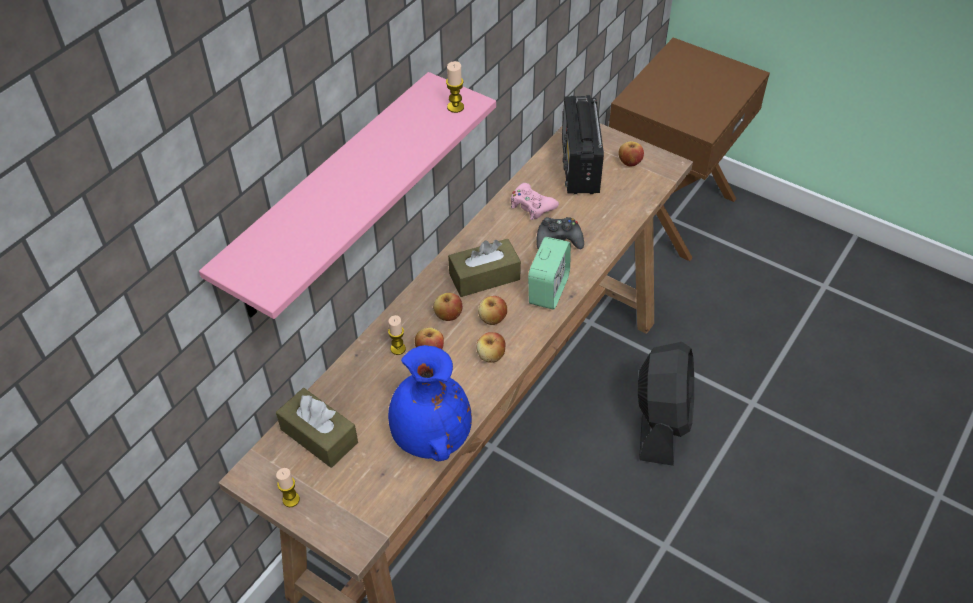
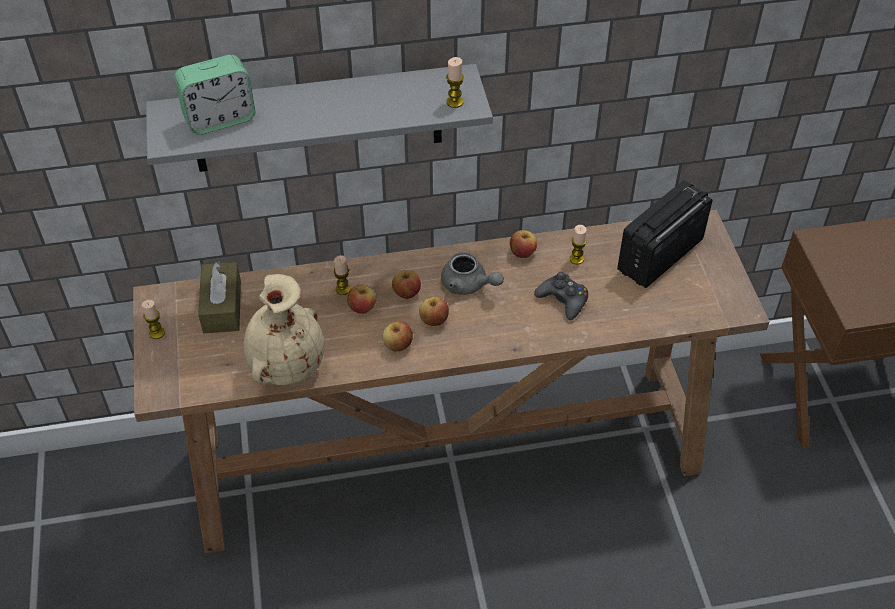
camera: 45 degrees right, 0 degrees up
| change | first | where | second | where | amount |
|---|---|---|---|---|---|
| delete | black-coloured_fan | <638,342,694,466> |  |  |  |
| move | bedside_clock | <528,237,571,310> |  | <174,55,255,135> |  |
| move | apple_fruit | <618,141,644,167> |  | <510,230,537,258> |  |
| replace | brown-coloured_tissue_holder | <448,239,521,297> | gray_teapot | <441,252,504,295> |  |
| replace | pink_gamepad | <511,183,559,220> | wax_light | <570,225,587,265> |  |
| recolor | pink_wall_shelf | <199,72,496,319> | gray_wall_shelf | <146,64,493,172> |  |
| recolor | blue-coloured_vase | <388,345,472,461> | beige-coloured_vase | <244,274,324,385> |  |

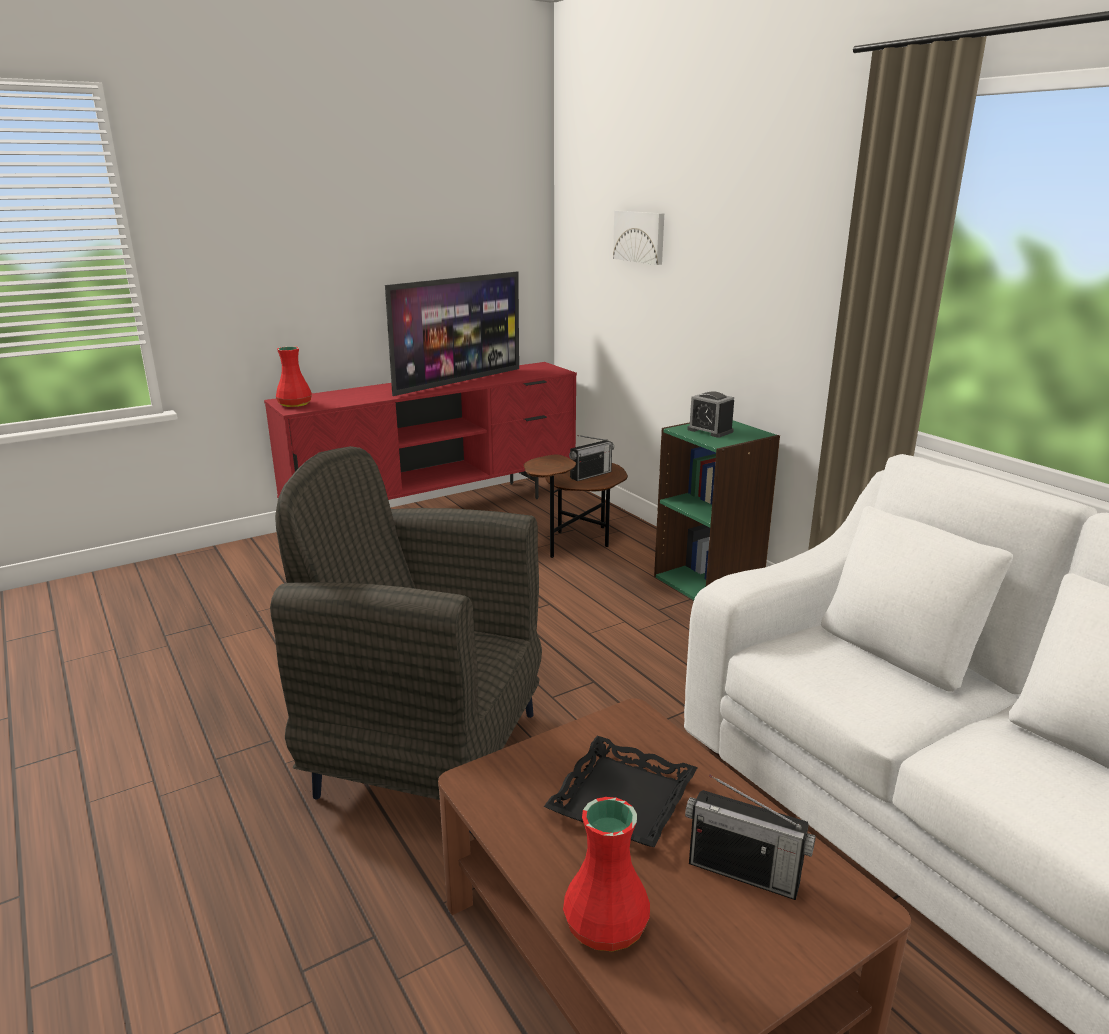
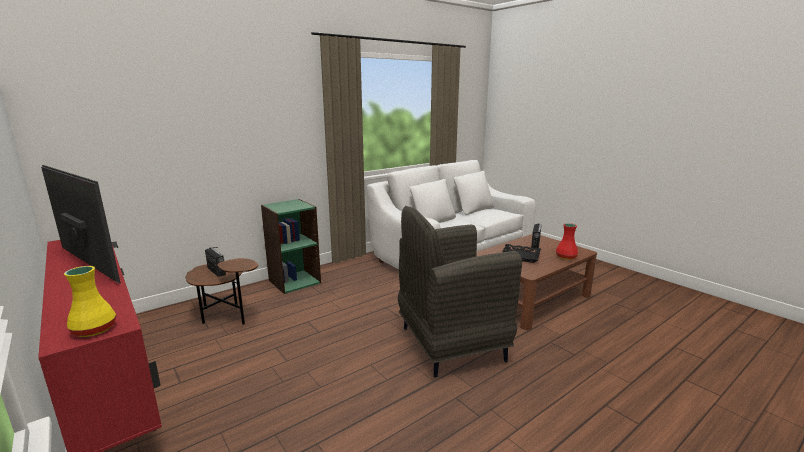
camera: 95 degrees left, 5 degrees down
| change | first | where | second | where | amount |
|---|---|---|---|---|---|
| delete | wall_picture | <613,211,664,265> |  |  |  |
| delete | bedside_clock | <687,392,734,438> |  |  |  |
| recolor | red-coloured_vase | <276,346,312,407> | yellowish_vase | <64,266,116,337> |  |
| rotate | gray_easy_chair | <270,446,542,834> |  | <398,206,522,378> | 60 degrees clockwise |

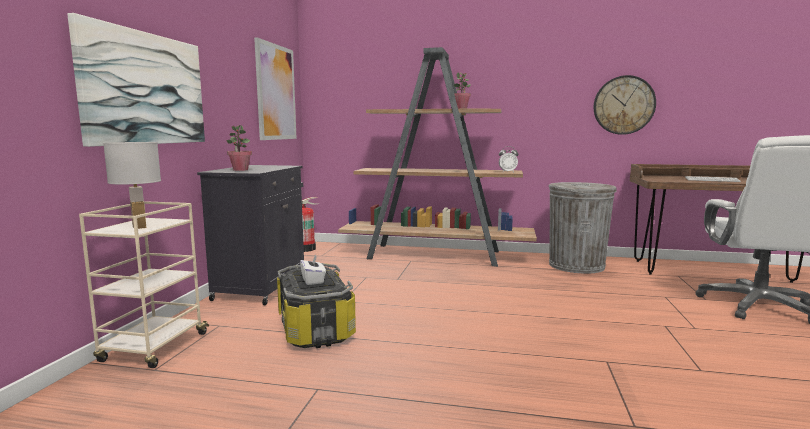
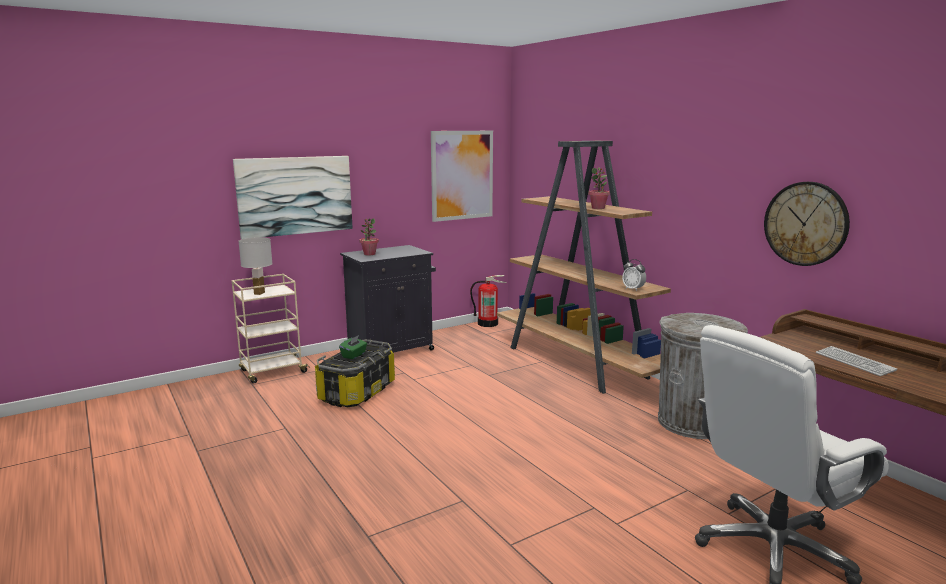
camera: 45 degrees right, 5 degrees up
| change | first | where | second | where | amount |
|---|---|---|---|---|---|
| recolor | whitish_tissue_holder | <300,255,326,285> | green-coloured_tissue_holder | <339,335,367,359> |  |

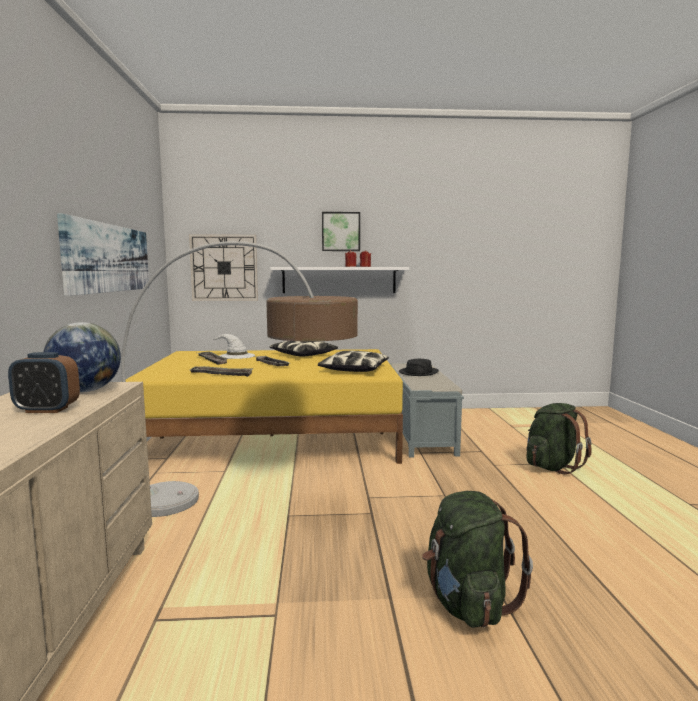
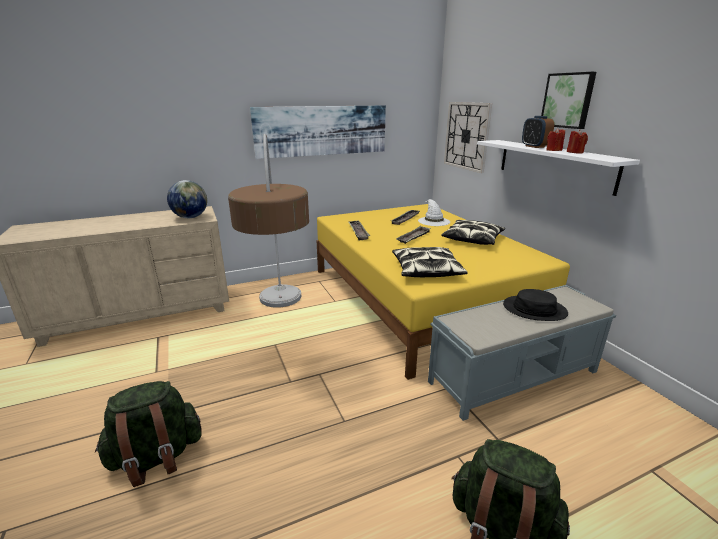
camera: 70 degrees right, 15 degrees up
| change | first | where | second | where | amount |
|---|---|---|---|---|---|
| move | bedside_clock | <8,352,80,413> |  | <522,116,554,148> |  |

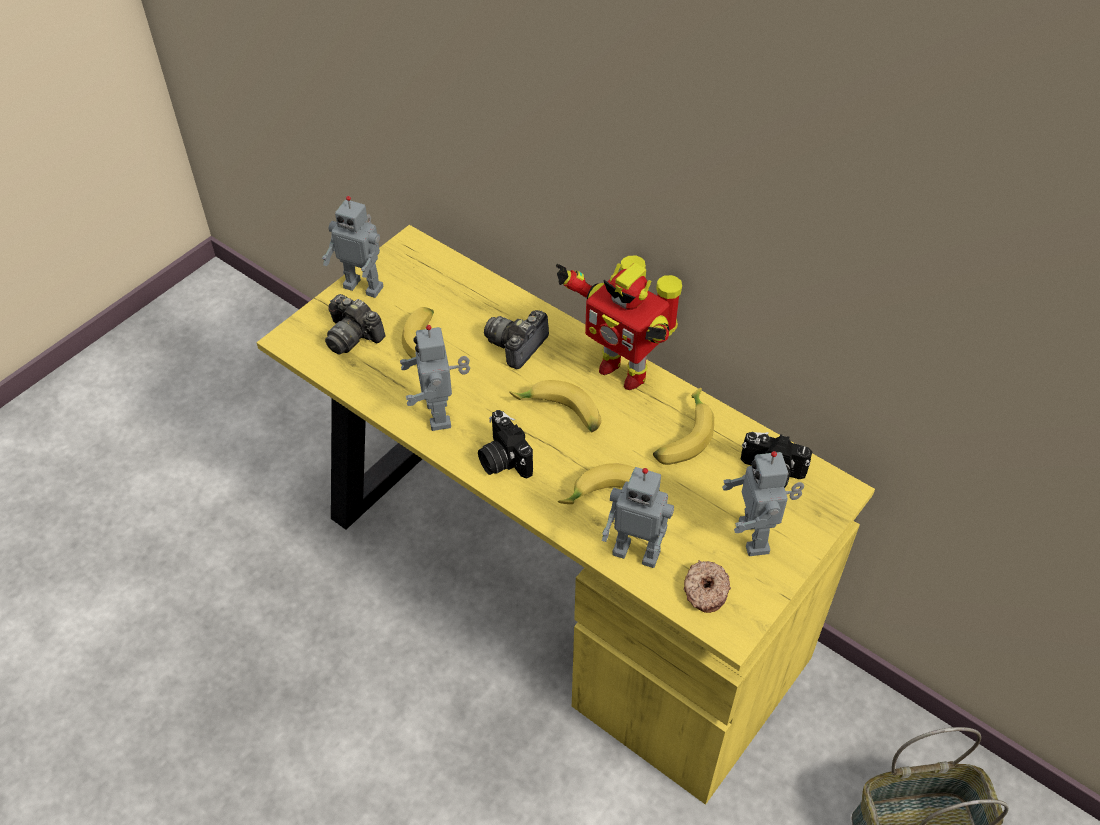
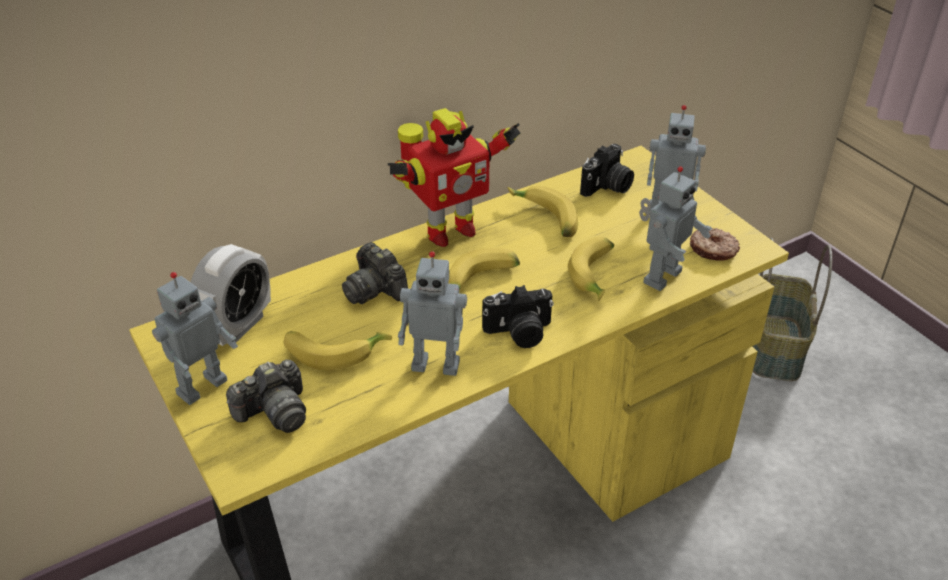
camera: 70 degrees left, 10 degrees down
| change | first | where | second | where | amount |
|---|---|---|---|---|---|
| insert |  |  | bedside_clock | <191,244,271,346> |  |

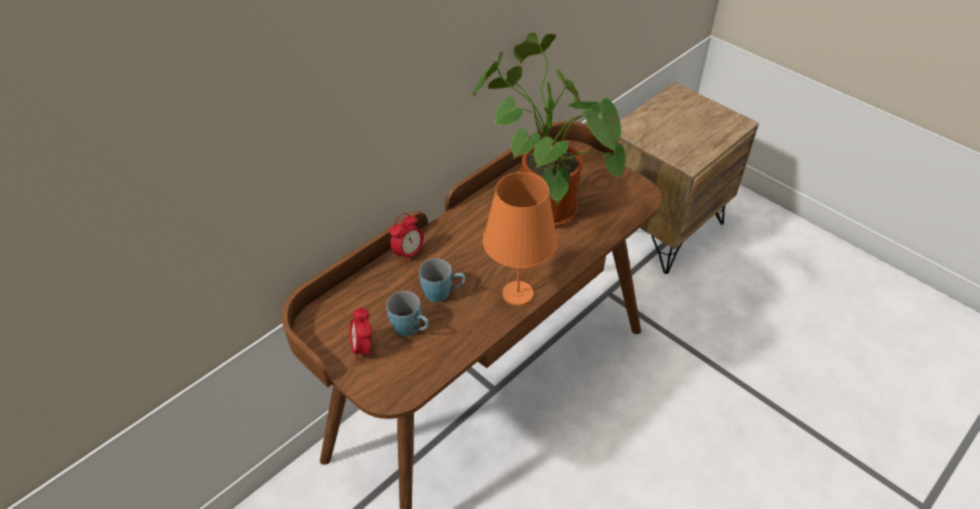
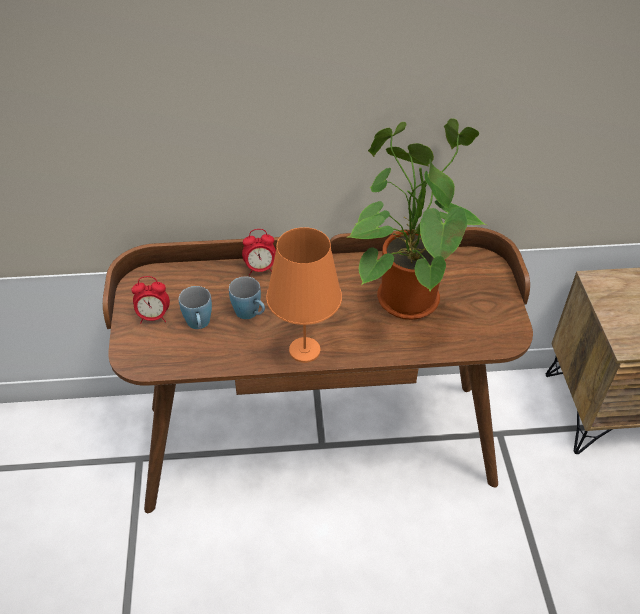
camera: 40 degrees right, 0 degrees up
| change | first | where | second | where | amount |
|---|---|---|---|---|---|
| rotate | bedside_clock | <350,308,373,361> |  | <131,276,170,323> | 120 degrees counterclockwise |

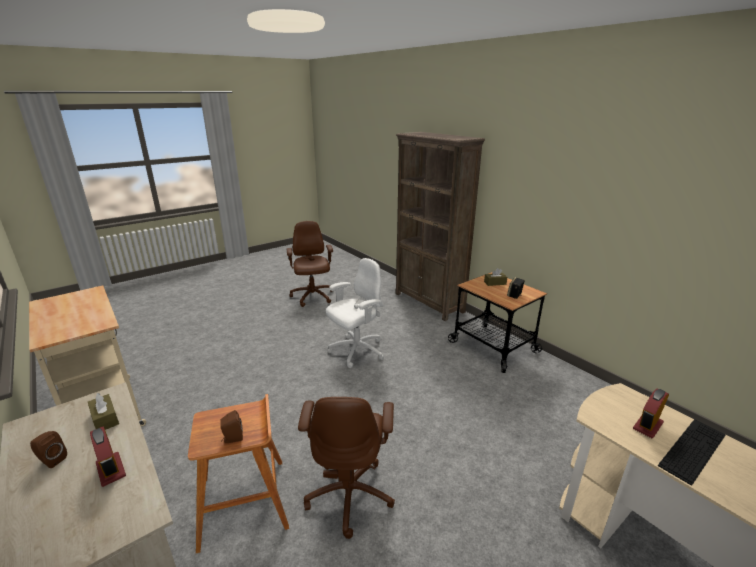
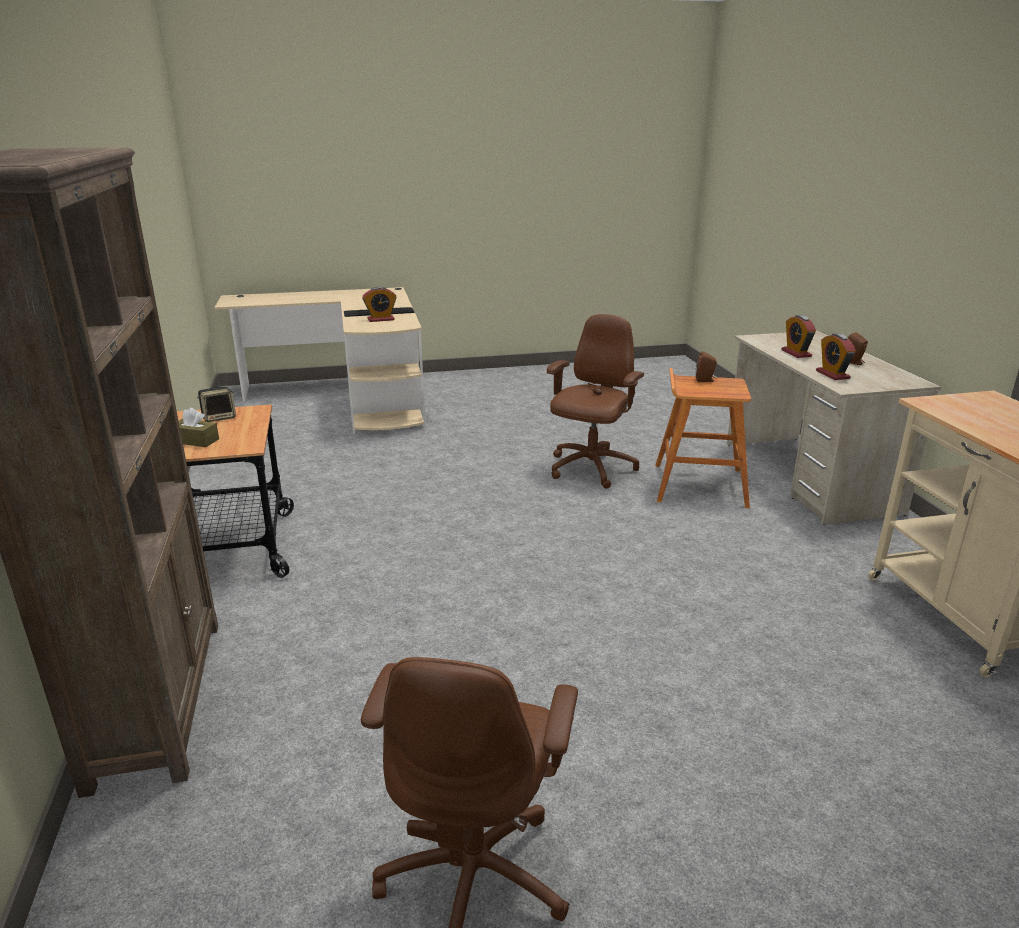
camera: 155 degrees left, 0 degrees up
| change | first | where | second | where | amount |
|---|---|---|---|---|---|
| delete | whitish_office_chair | <326,258,384,368> |  |  |  |
| replace | brown-coloured_tissue_holder | <88,393,119,430> | bedside_clock | <816,333,856,380> |  |

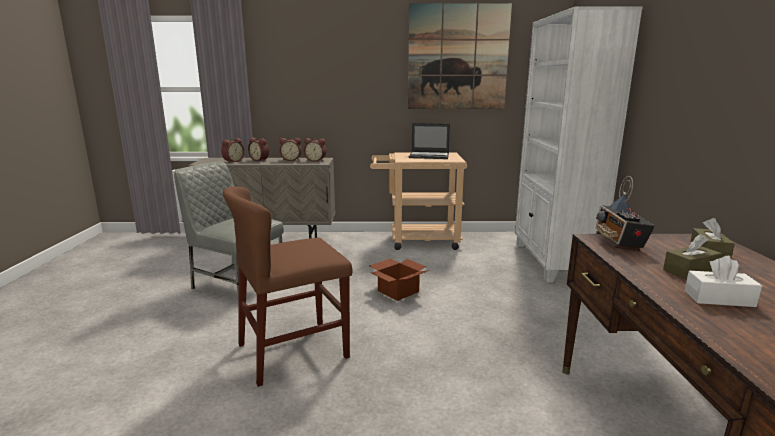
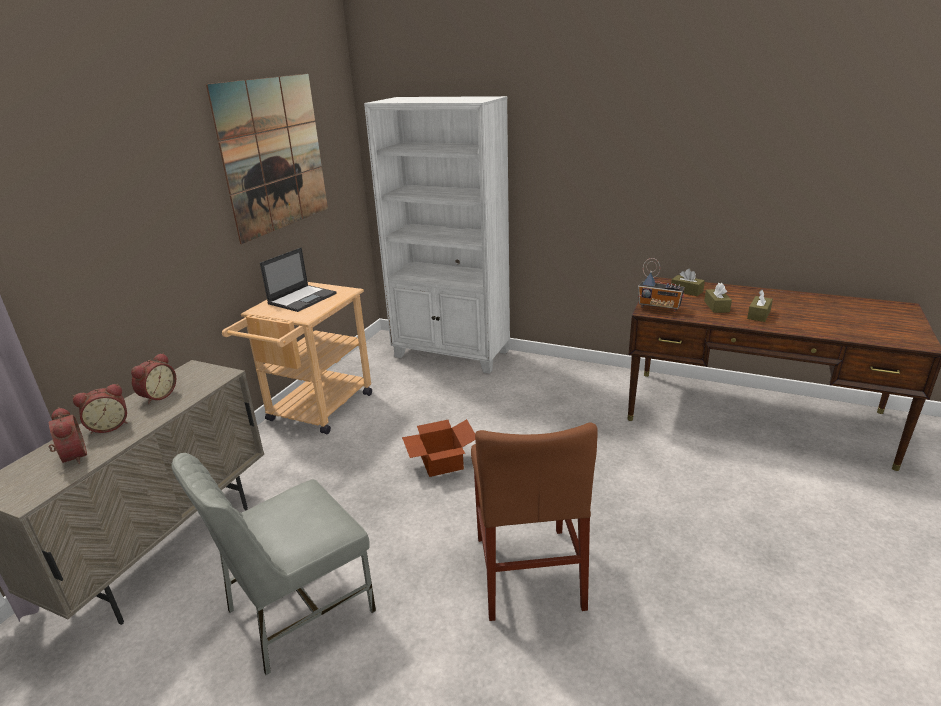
camera: 65 degrees left, 10 degrees up
| change | first | where | second | where | amount |
|---|---|---|---|---|---|
| delete | bedside_clock | <304,138,326,162> |  |  |  |
| recolor | whitish_tissue_holder | <685,256,762,307> | brown-coloured_tissue_holder | <747,290,773,322> |  |

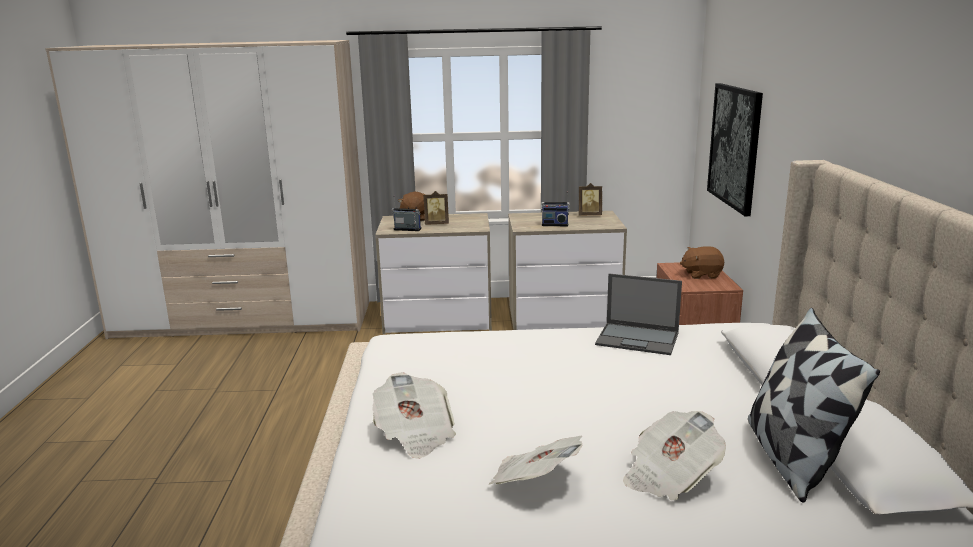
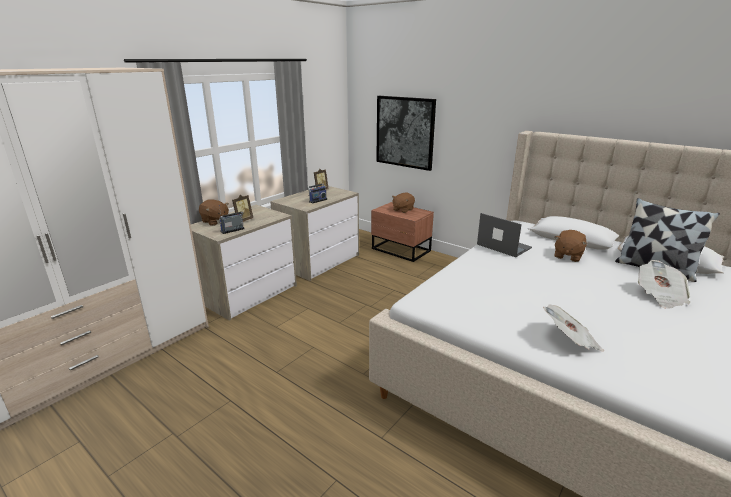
camera: 50 degrees left, 5 degrees up
| change | first | where | second | where | amount |
|---|---|---|---|---|---|
| delete | daily_paper | <488,436,583,485> |  |  |  |
| insert |  |  | brown-coloured_cuddly_toy | <554,230,587,262> |  |
| rotate | laptop | <595,273,682,355> |  | <477,213,532,257> | 105 degrees counterclockwise |

